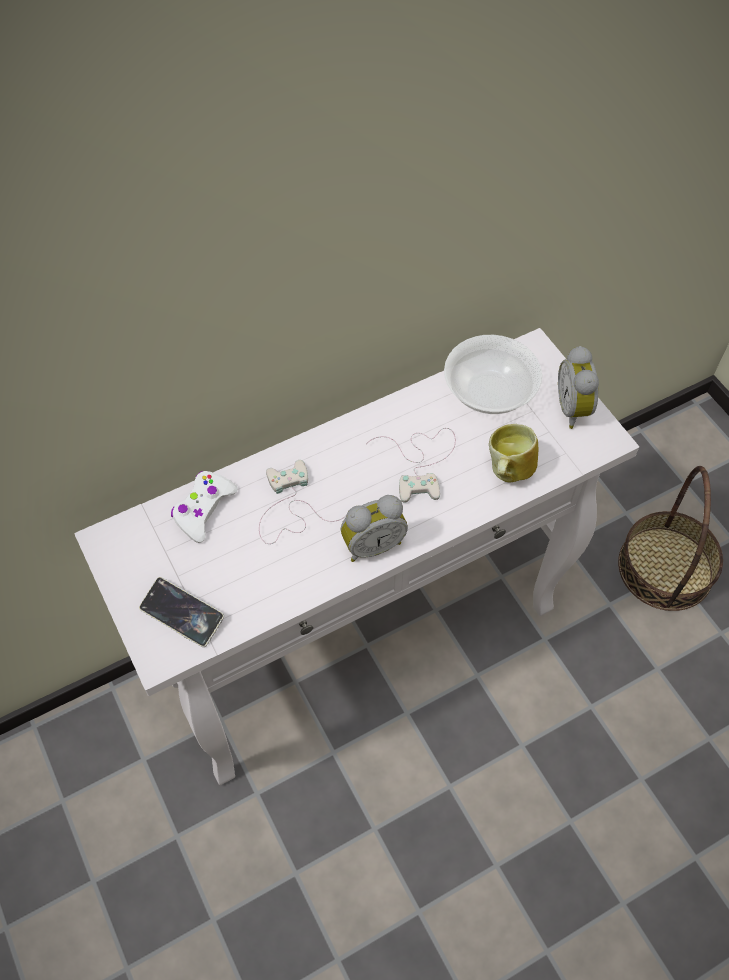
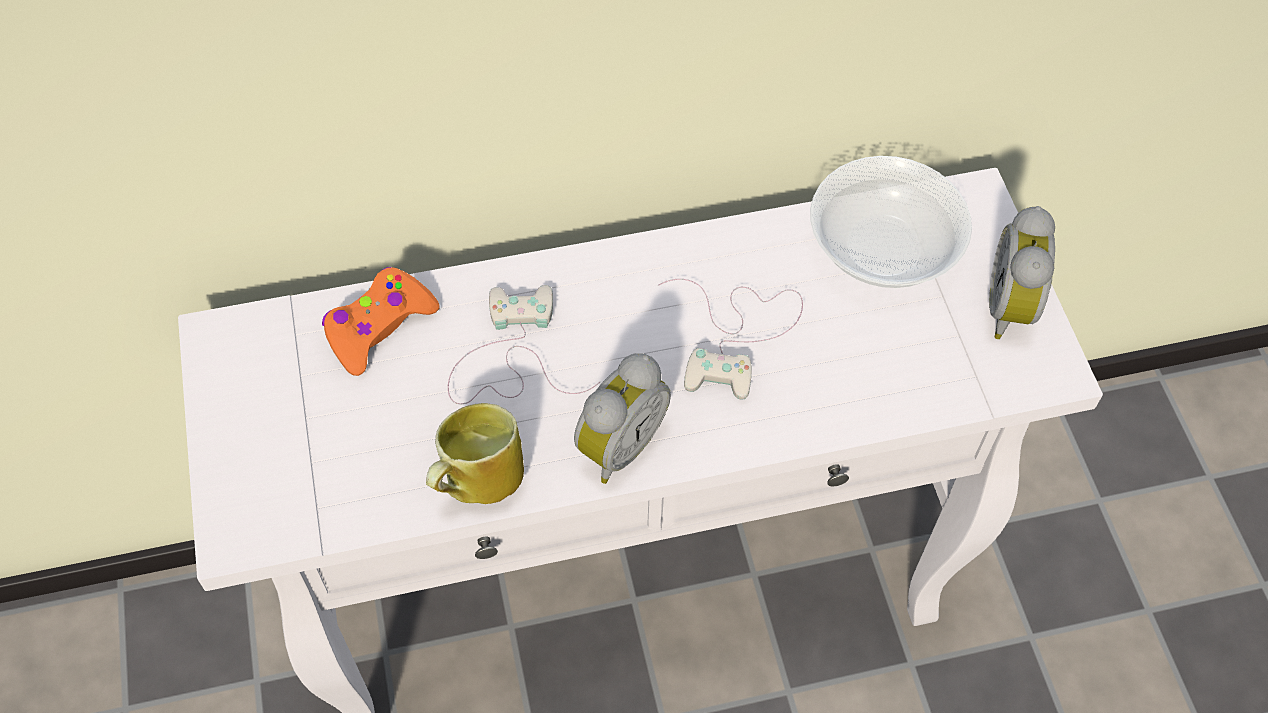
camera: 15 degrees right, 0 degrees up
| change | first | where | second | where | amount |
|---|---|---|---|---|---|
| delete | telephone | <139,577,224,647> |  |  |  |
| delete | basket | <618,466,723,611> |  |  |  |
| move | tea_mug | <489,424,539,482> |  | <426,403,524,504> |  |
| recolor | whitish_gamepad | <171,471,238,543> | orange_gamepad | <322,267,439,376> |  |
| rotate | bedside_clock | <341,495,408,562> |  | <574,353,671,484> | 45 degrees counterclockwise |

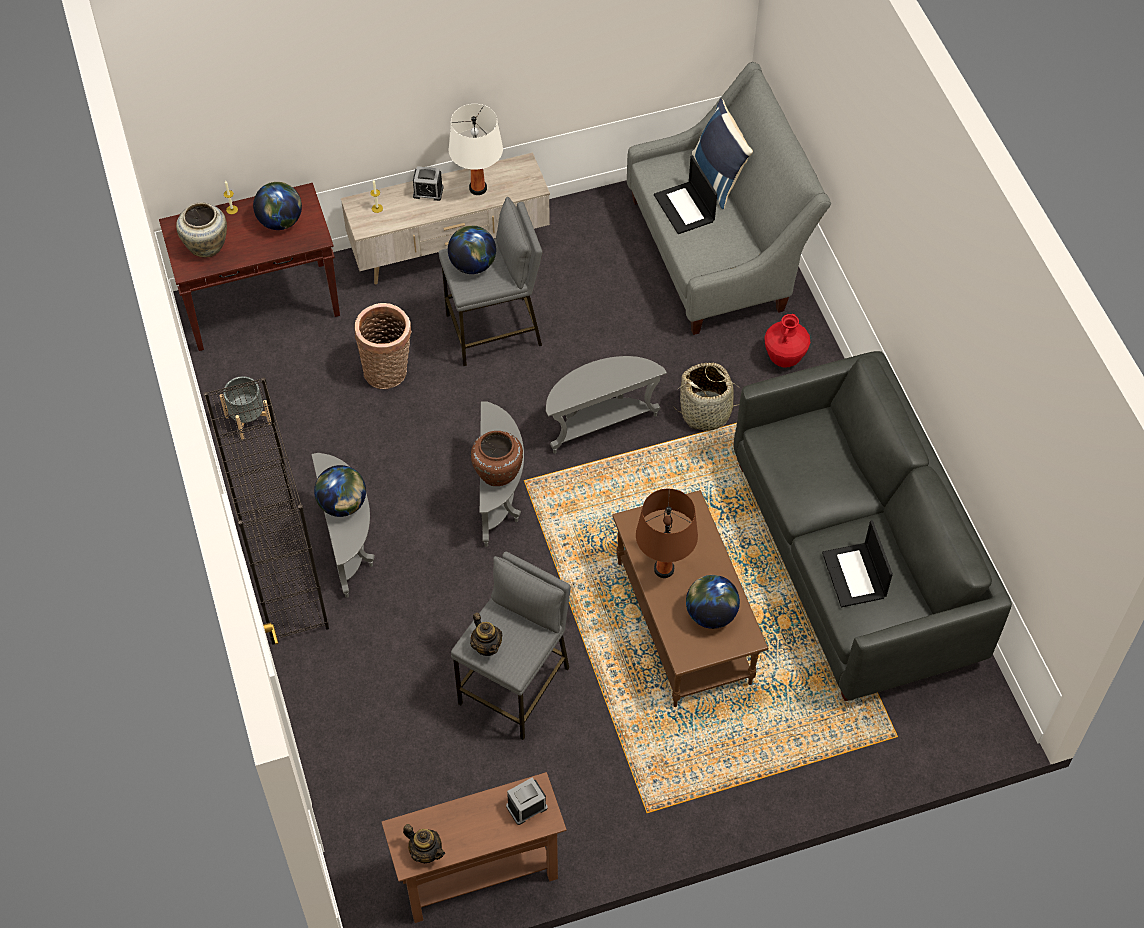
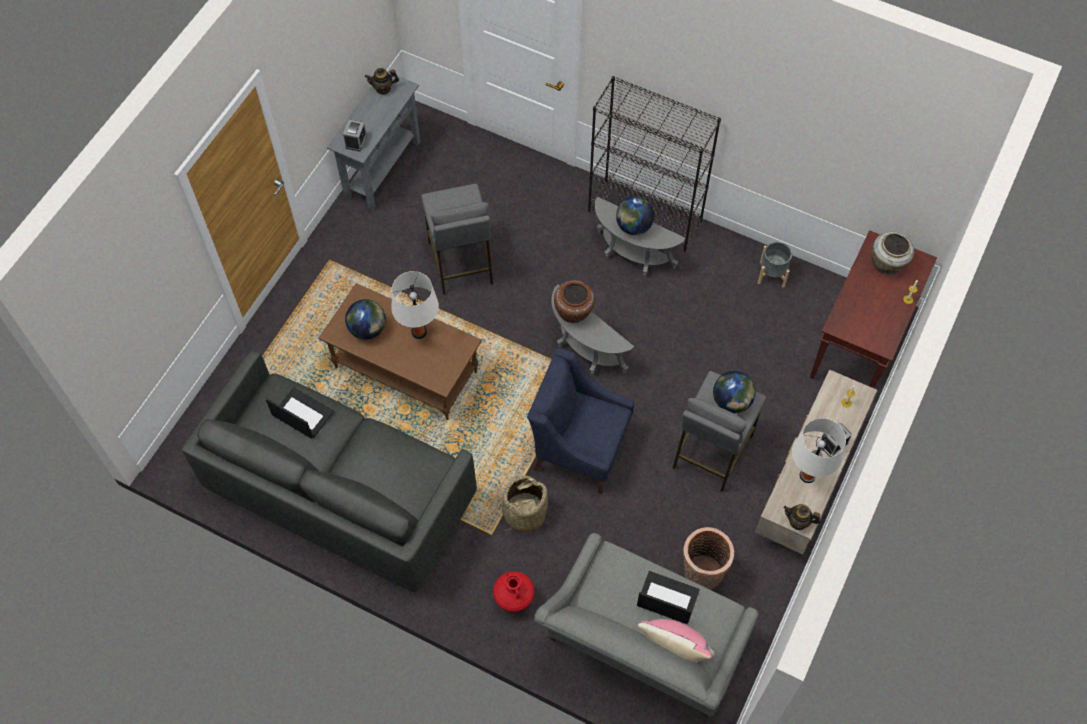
camera: 135 degrees right, 5 degrees up
| change | first | where | second | where | amount |
|---|---|---|---|---|---|
| delete | world_globe | <253,182,302,230> |  |  |  |
| move | basket | <354,303,412,389> |  | <682,527,734,589> |  |
| move | teapot | <470,613,502,656> |  | <784,504,820,530> |  |
| replace | gray_side_table | <546,356,667,454> | blue-coloured_easy_chair | <527,348,634,494> |  |
| recolor | brown-coloured_narrow_table | <382,772,567,923> | gray_narrow_table | <327,72,420,210> |  |
| recolor | brown-coloured_table_lamp | <636,488,698,578> | whitish_table_lamp | <391,271,439,339> |  |
| recolor | blue-coloured_cushion | <692,99,753,209> | pink_cushion | <638,619,715,662> |  |

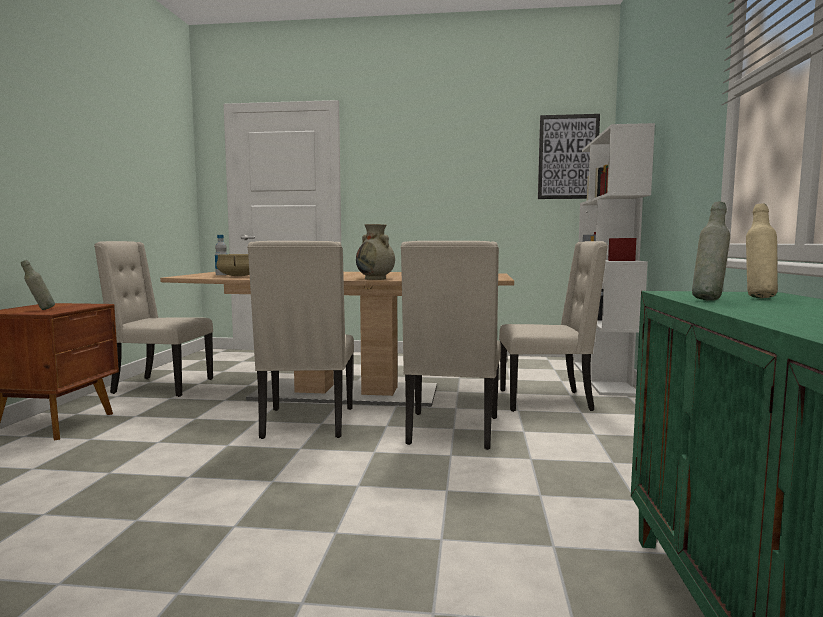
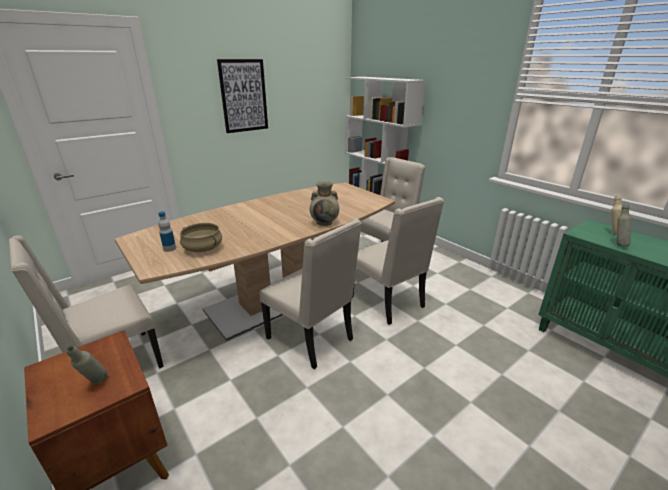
camera: 45 degrees left, 20 degrees up
| change | first | where | second | where | amount |
|---|---|---|---|---|---|
| move | wall_picture | <538,114,600,199> |  | <217,59,268,133> |  |

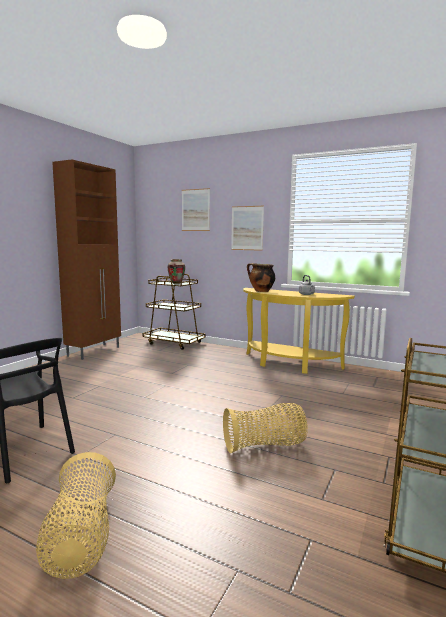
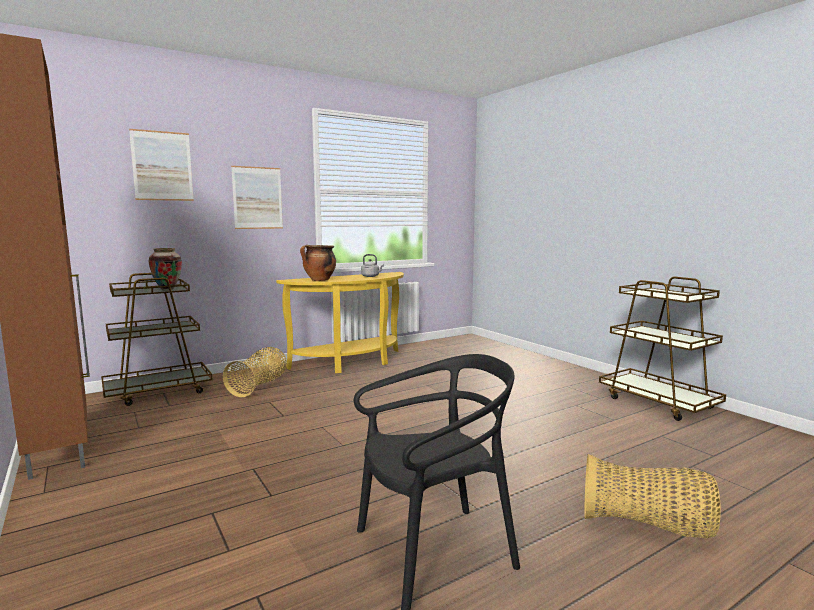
camera: 60 degrees left, 0 degrees up
| change | first | where | second | where | amount |
|---|---|---|---|---|---|
| move | basket | <223,403,308,453> |  | <223,347,287,397> |  |

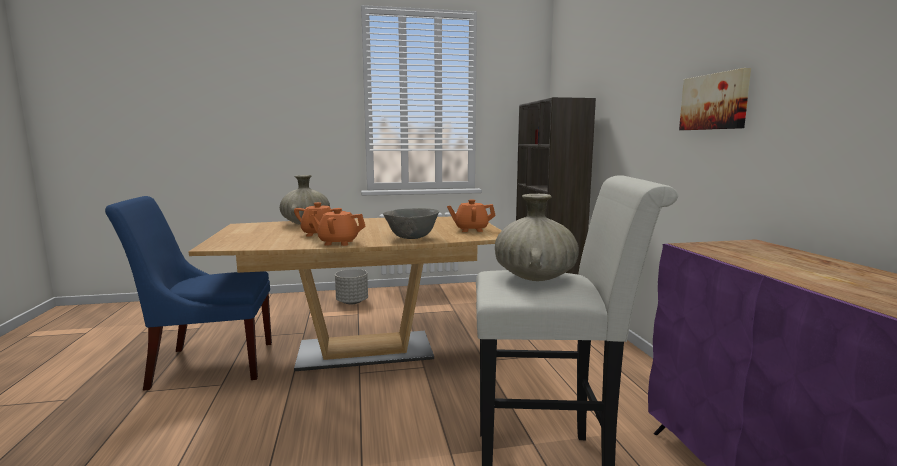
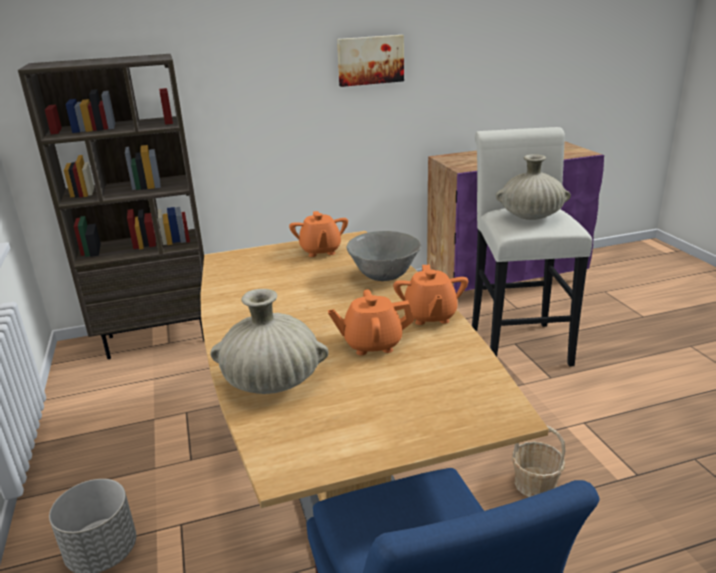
camera: 95 degrees left, 15 degrees up
| change | first | where | second | where | amount |
|---|---|---|---|---|---|
| insert |  |  | basket | <512,425,566,497> |  |

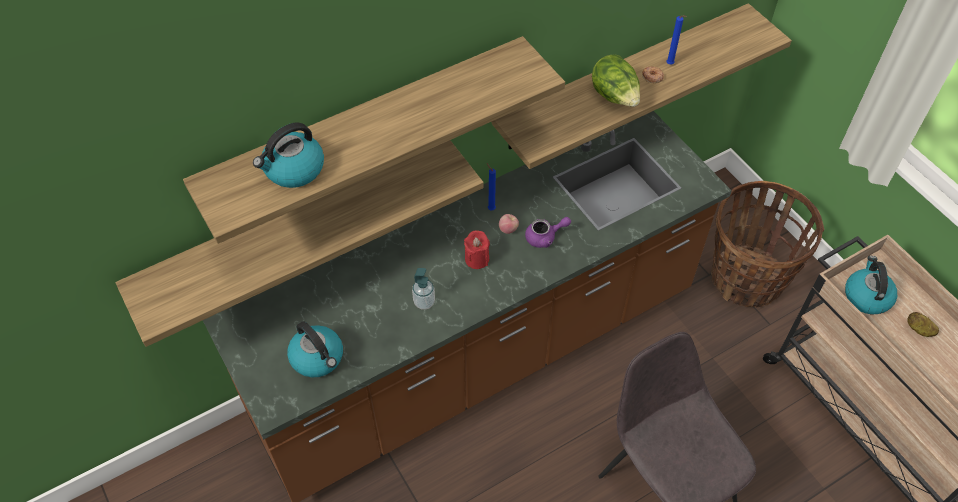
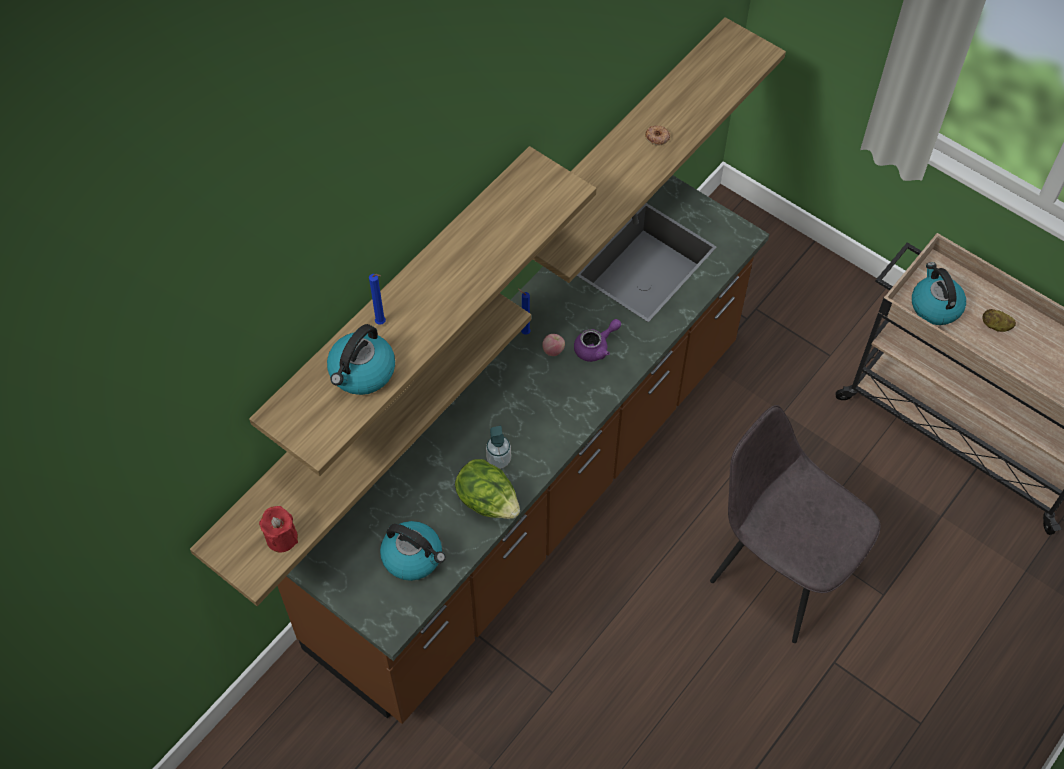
camera: 20 degrees left, 5 degrees up
| change | first | where | second | where | amount |
|---|---|---|---|---|---|
| delete | basket | <711,181,824,307> |  |  |  |
| move | red-coloured_wax_light | <464,230,490,269> |  | <259,506,298,552> |  |
| move | head_of_lettuce | <592,54,640,107> |  | <455,459,520,519> |  |
| move | blue-coloured_wax_light | <667,15,687,64> |  | <369,274,386,325> |  |

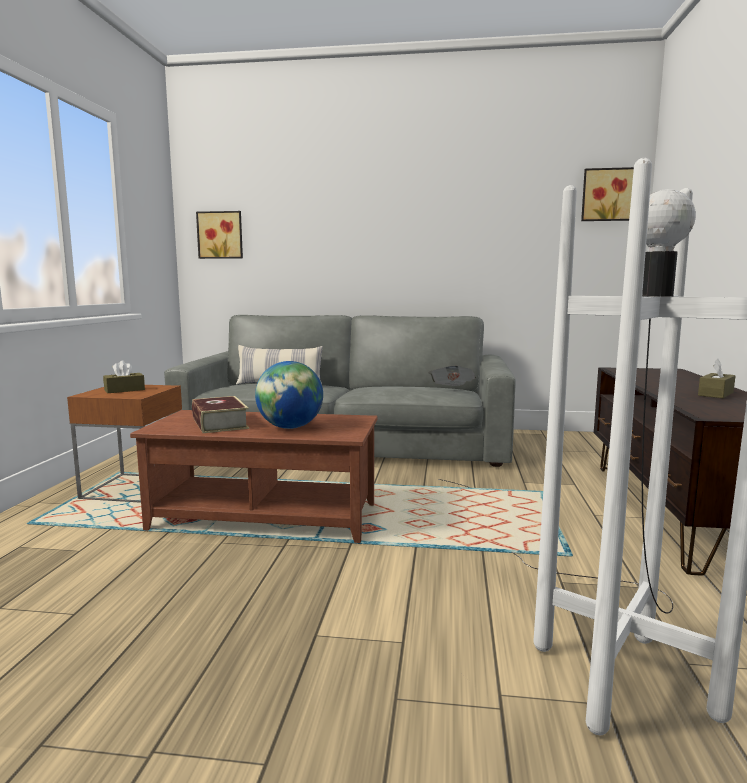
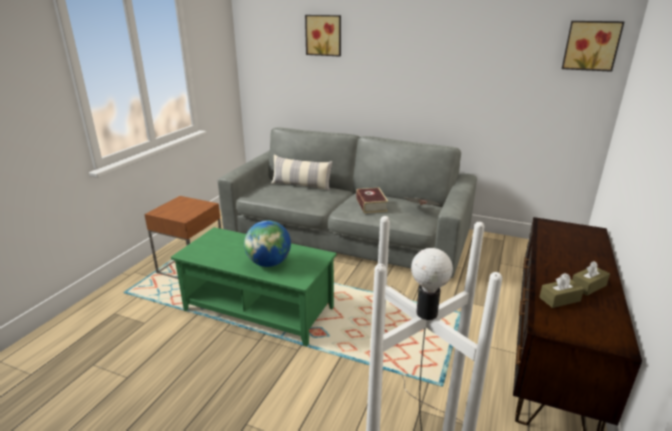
camera: 15 degrees right, 15 degrees up
| change | first | where | second | where | amount |
|---|---|---|---|---|---|
| move | brown-coloured_tissue_holder | <103,360,145,393> |  | <539,273,584,308> |  |
| move | bound_book | <192,396,249,433> |  | <356,188,388,213> |  |
| move | wall_picture | <196,211,243,259> |  | <305,15,341,57> |  |
| recolor | brown-coloured_coffee_table | <130,410,378,543> | green-coloured_coffee_table | <171,227,337,346> |  |

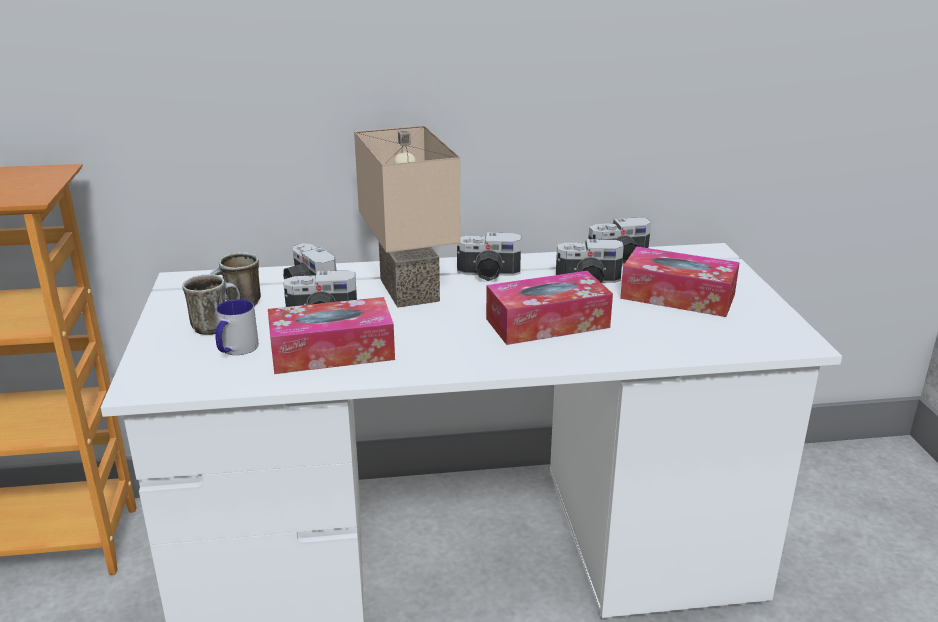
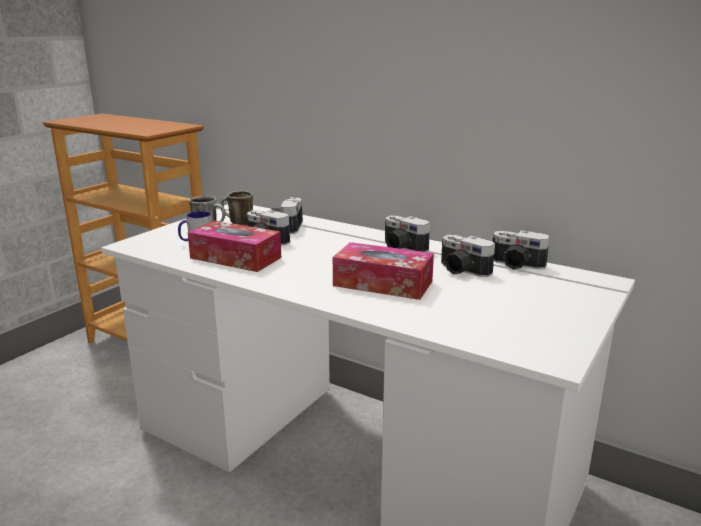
camera: 40 degrees right, 5 degrees down
| change | first | where | second | where | amount |
|---|---|---|---|---|---|
| delete | beige-coloured_table_lamp | <354,125,461,308> |  |  |  |
| delete | tissue_holder | <620,246,740,317> |  |  |  |

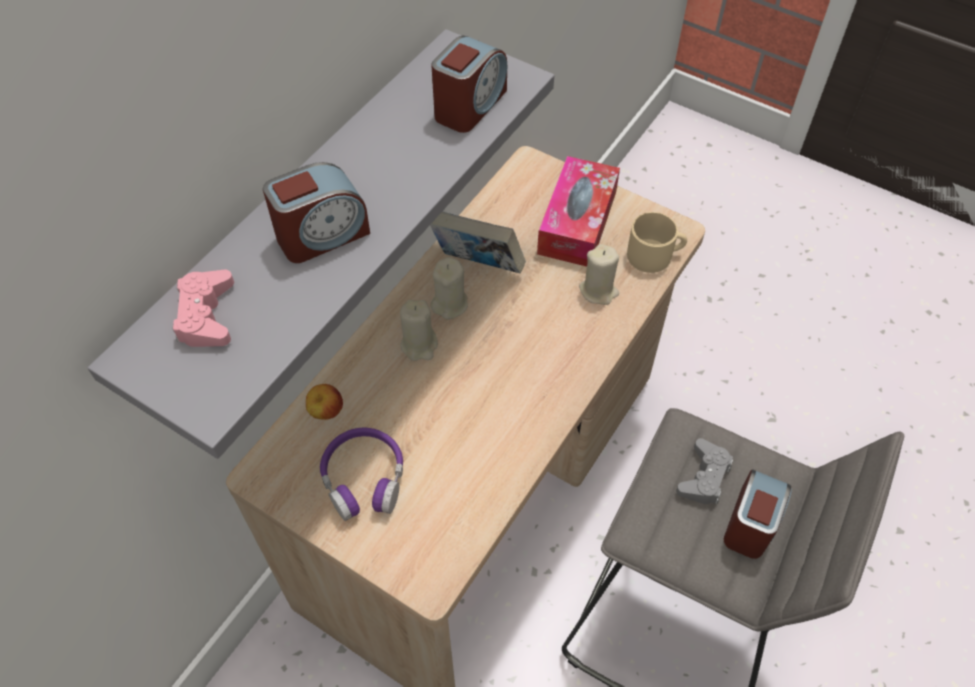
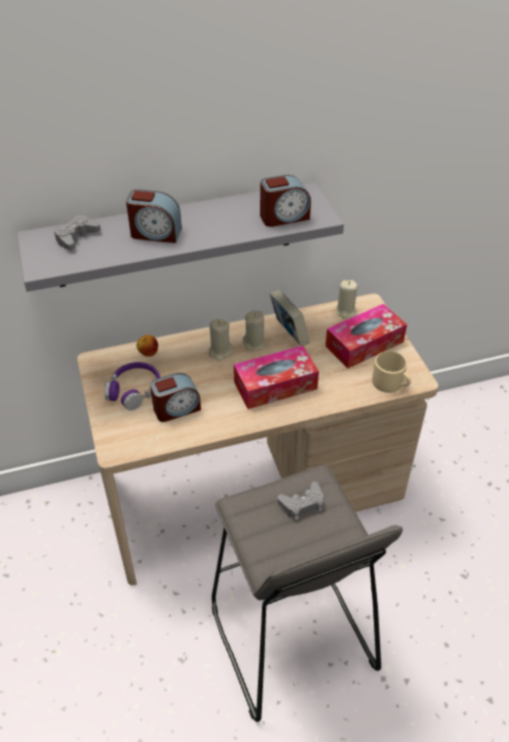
camera: 40 degrees right, 10 degrees down
| change | first | where | second | where | amount |
|---|---|---|---|---|---|
| insert |  |  | tissue_holder | <234,346,319,409> |  |
| move | beige-coloured_wax_light | <579,244,619,305> |  | <335,280,358,319> |  |
| move | bedside_clock | <724,469,792,559> |  | <150,373,201,422> |  |
| recolor | pink_gamepad | <173,270,234,347> | gray_gamepad | <54,215,101,250> |  |

